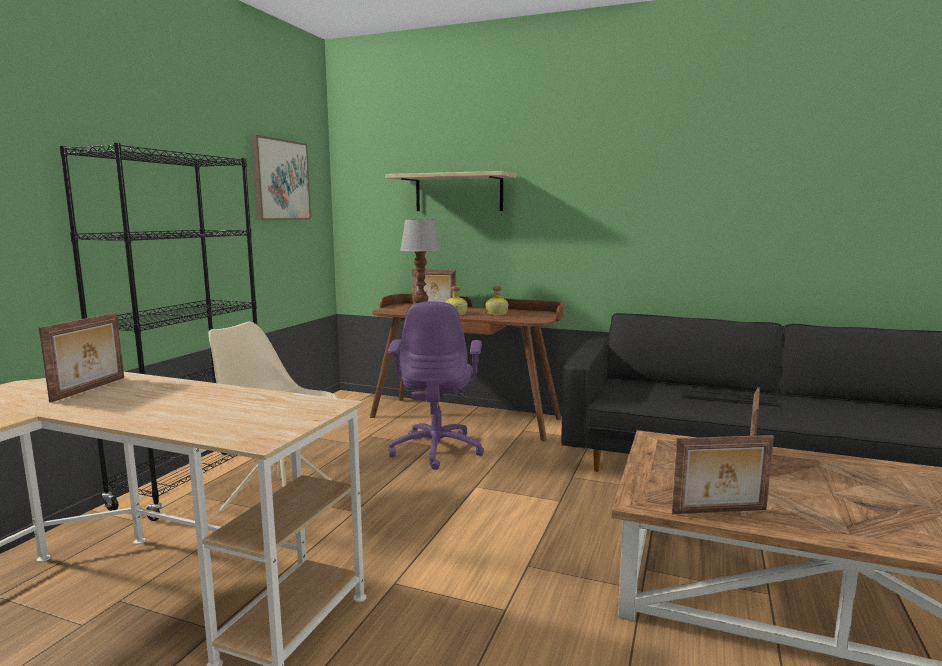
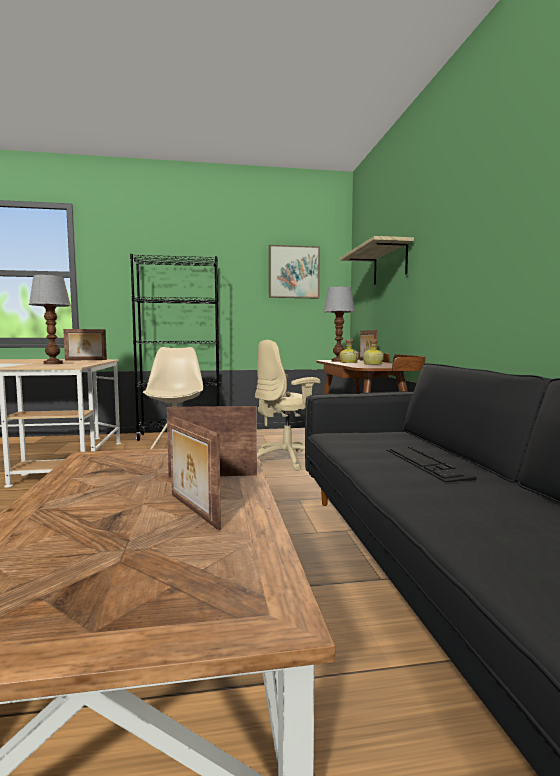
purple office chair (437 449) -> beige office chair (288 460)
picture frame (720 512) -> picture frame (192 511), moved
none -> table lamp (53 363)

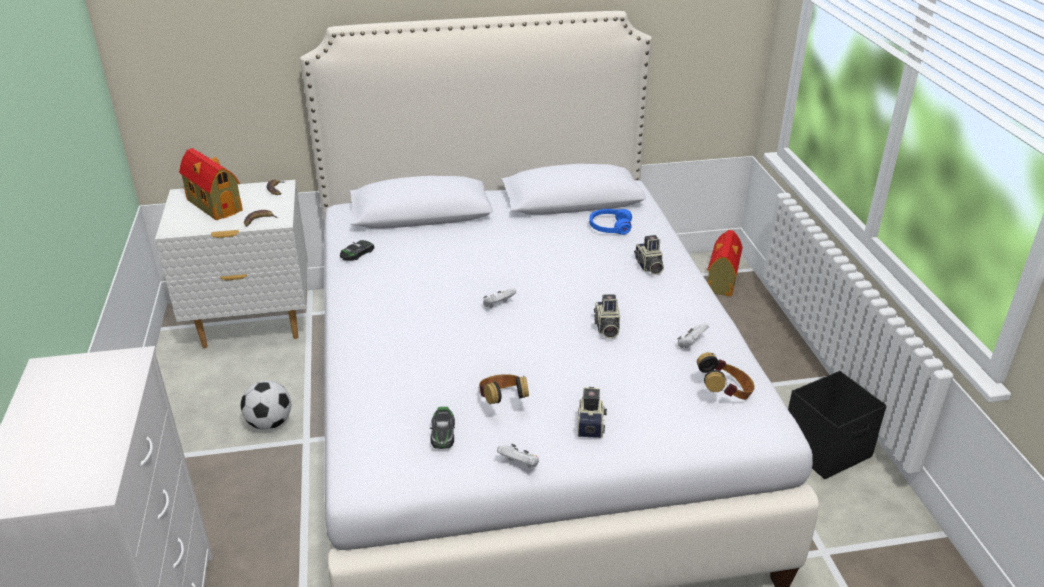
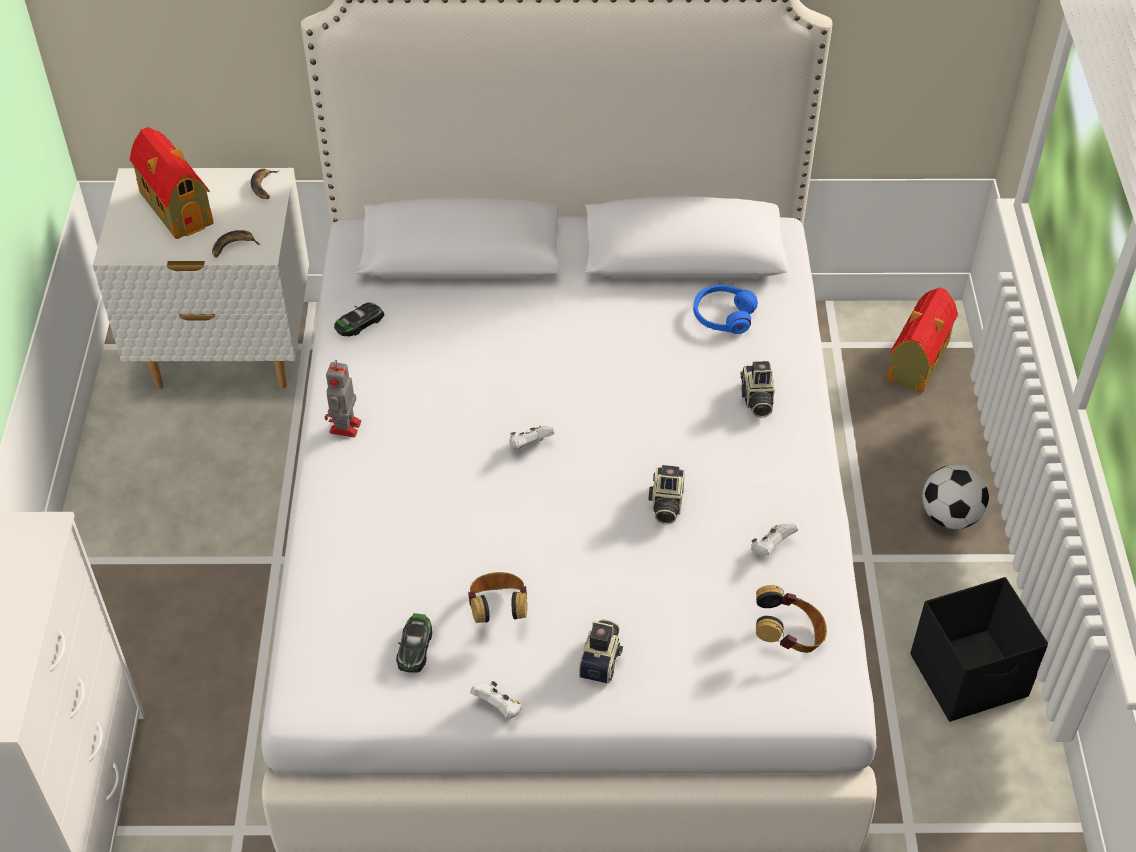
football (269 423) -> football (949 516), moved
none -> toy robot (344 428)

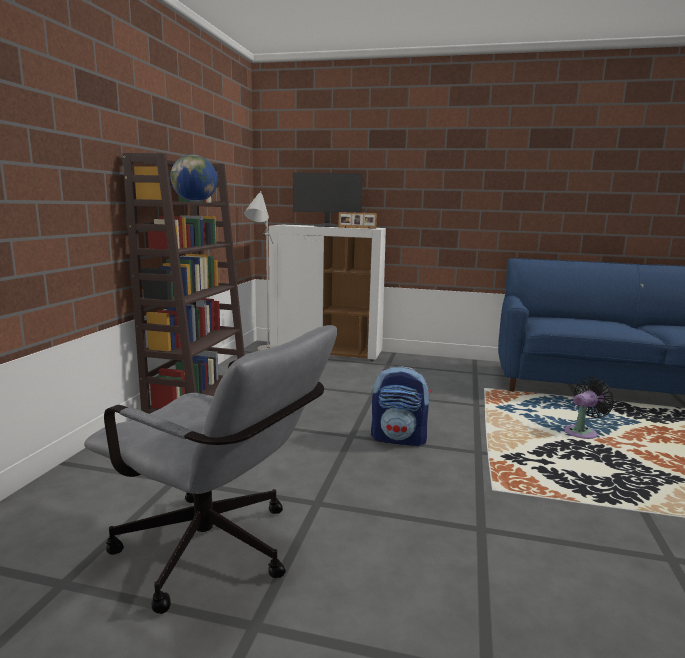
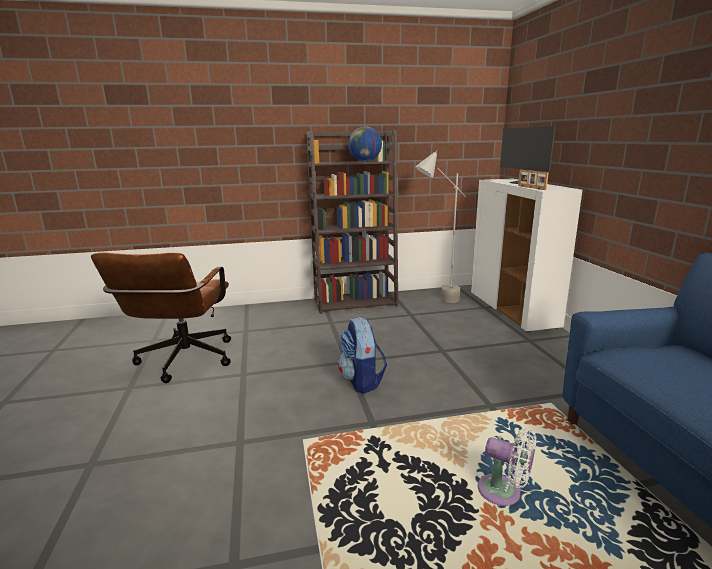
grey office chair (219 553) -> brown office chair (182 363)
black fan (583 432) -> white fan (503 493)

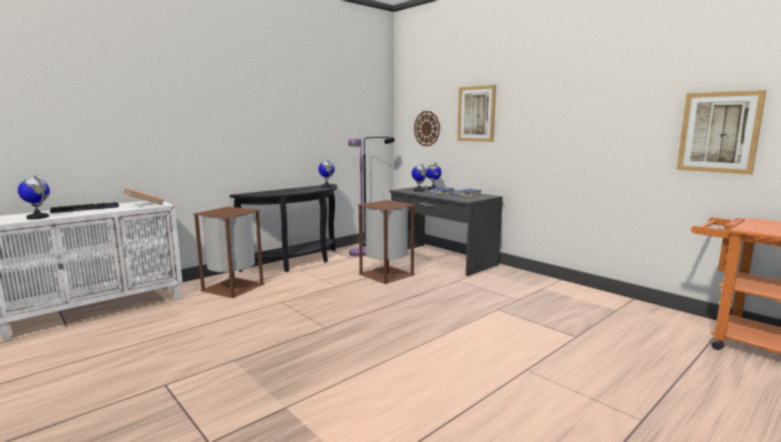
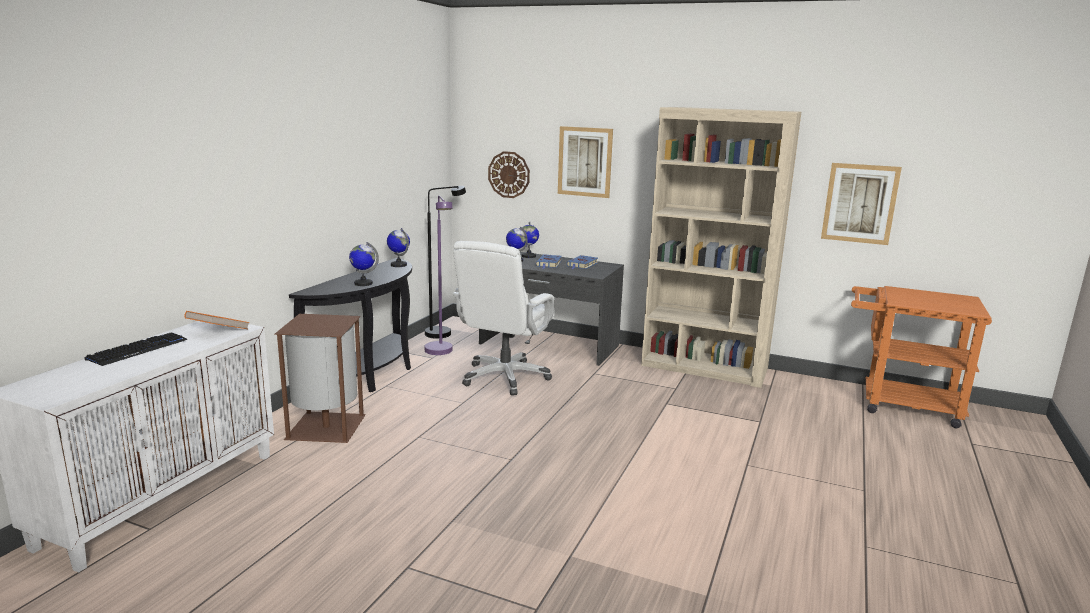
globe (38 217) -> globe (363 283), moved
brown trash can (385 274) -> white office chair (505 377)
none -> beige bookcase (704 367)

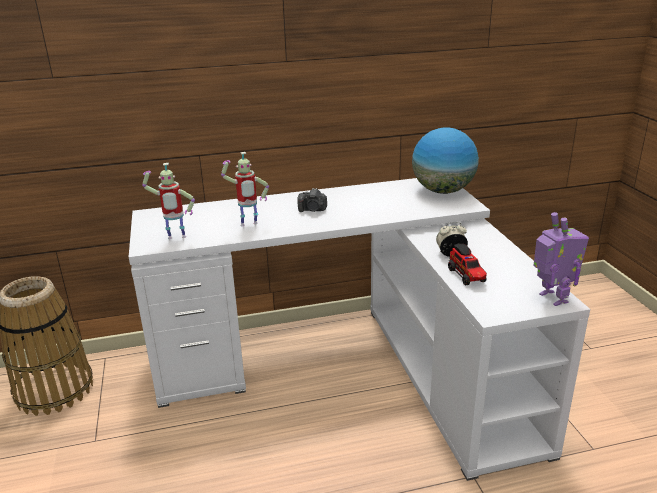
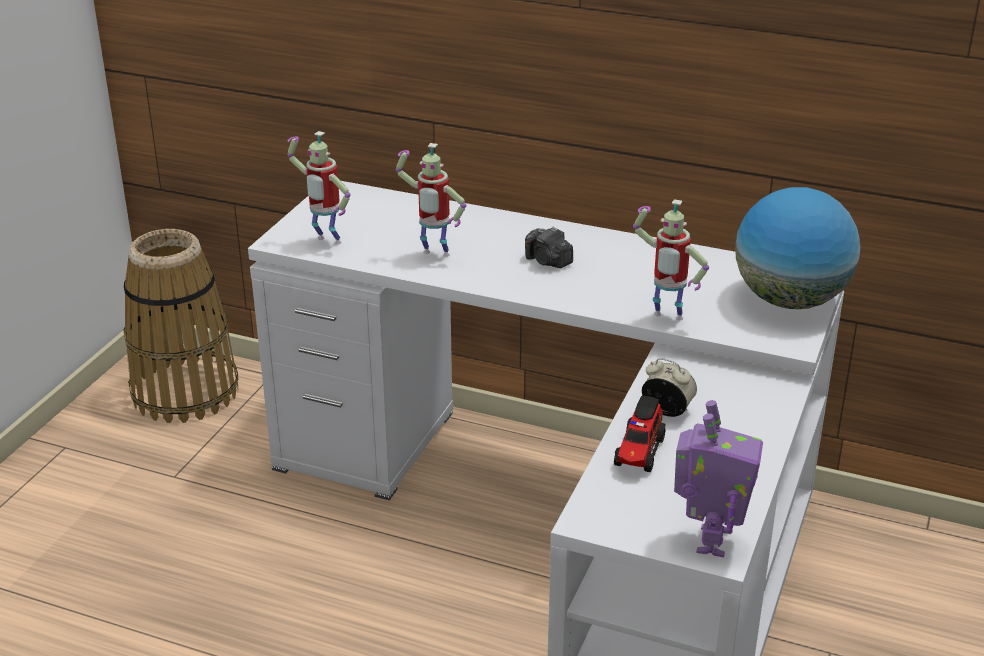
none -> toy robot (666 318)

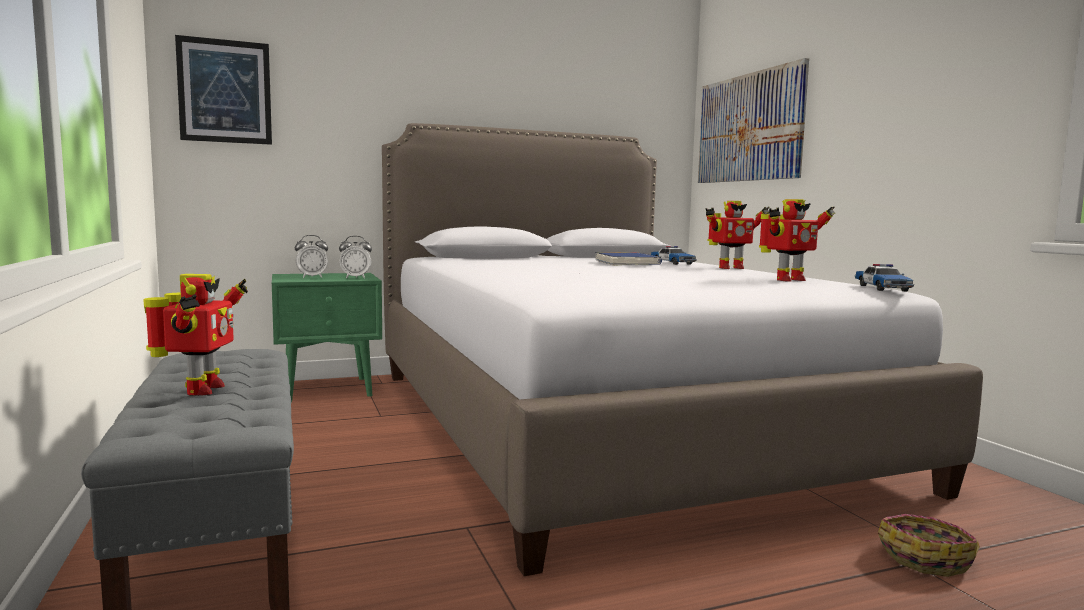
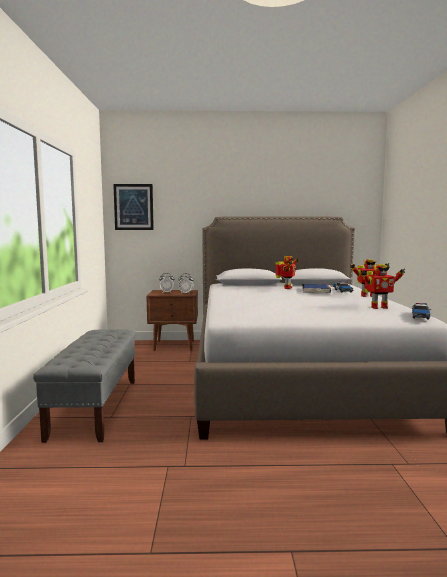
toy robot (200 390) -> toy robot (286 288), moved
green nightstand (329 389) -> brown nightstand (175 346)
picture (749 127) -> none
basket (925 557) -> none

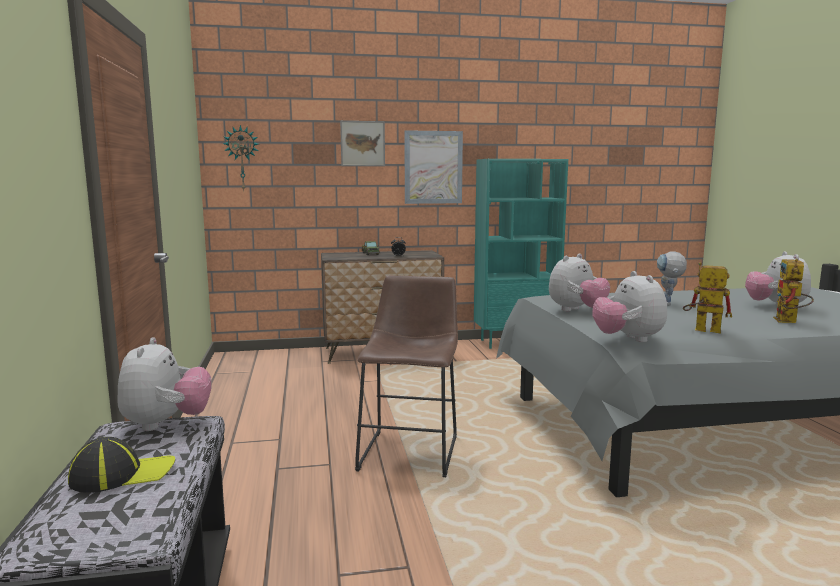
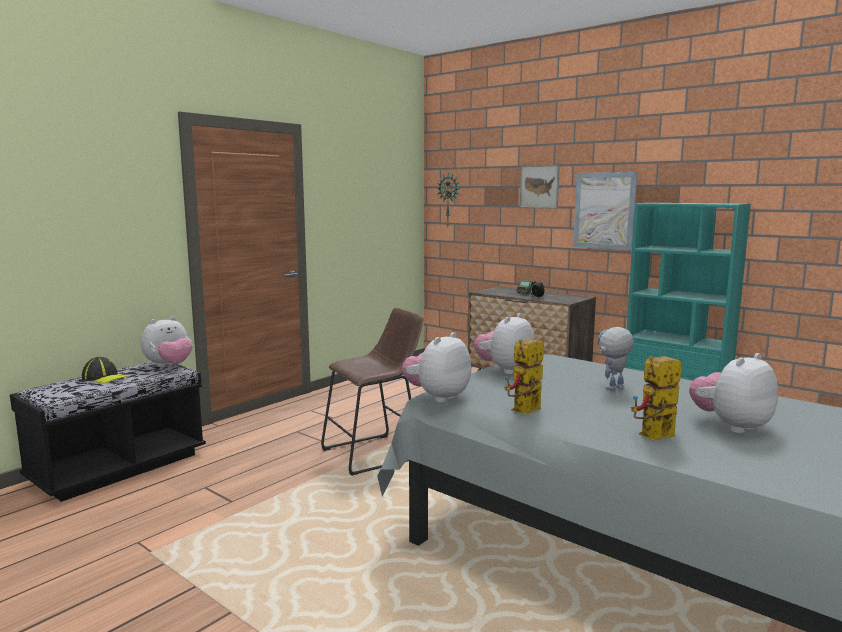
plush toy (576 311) -> plush toy (505 370), 120 degrees clockwise
toy robot (701 330) -> toy robot (524 412), 120 degrees counterclockwise

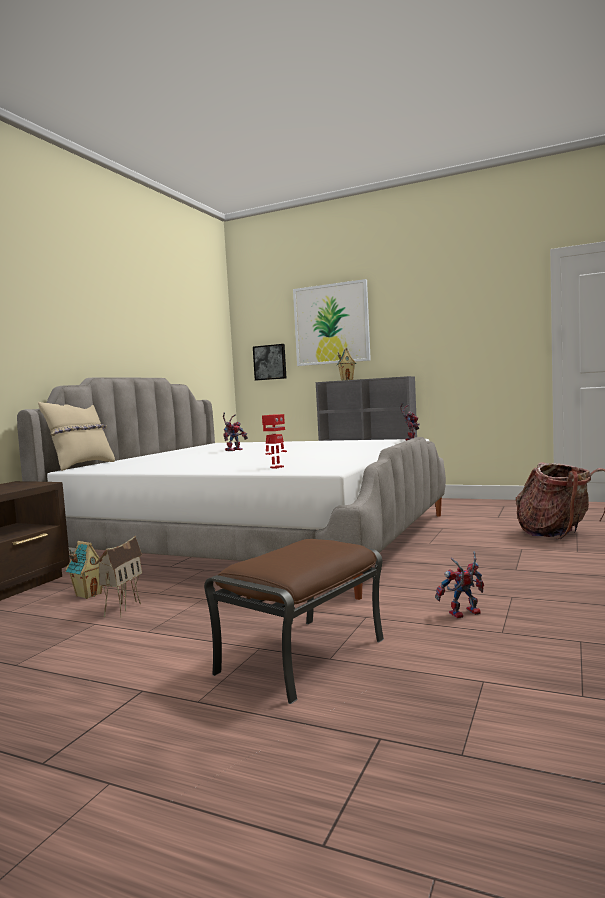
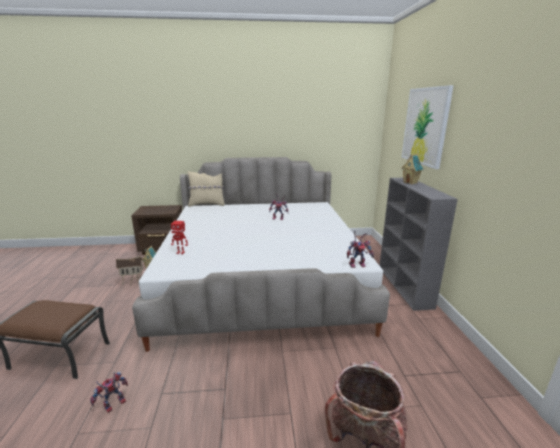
picture (270 362) -> none
toy robot (463 614) -> toy robot (113 406), 90 degrees counterclockwise

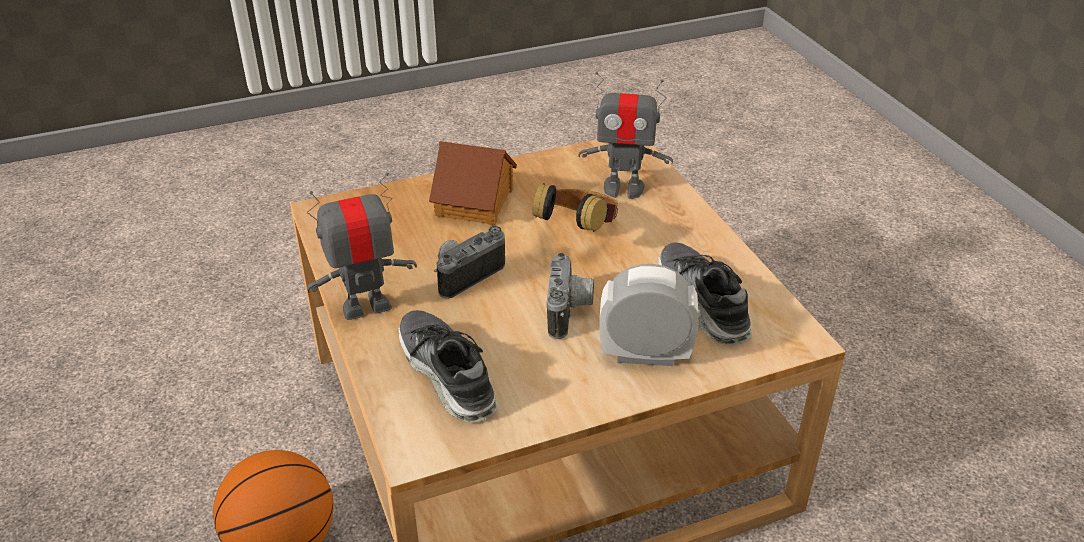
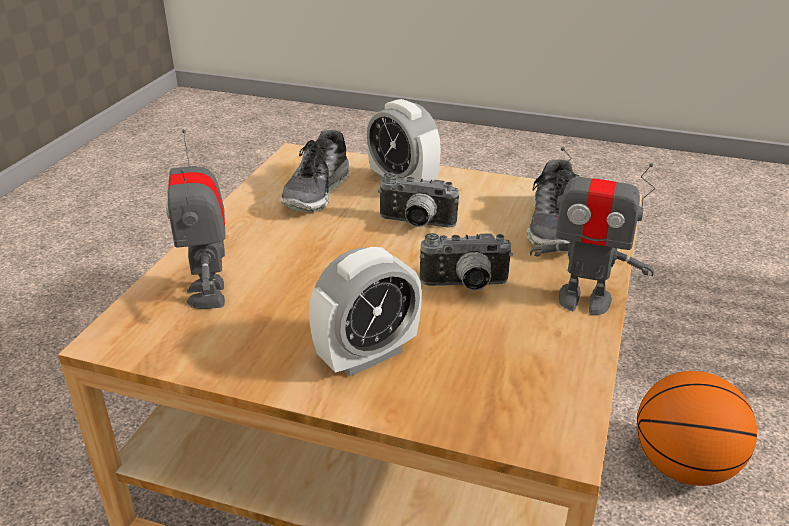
toy house (476 202) -> alarm clock (367 355)
headphones (578 232) -> none
photo camera (570 312) -> photo camera (416 224), 120 degrees counterclockwise
toy robot (623 188) -> toy robot (209 294), 150 degrees counterclockwise

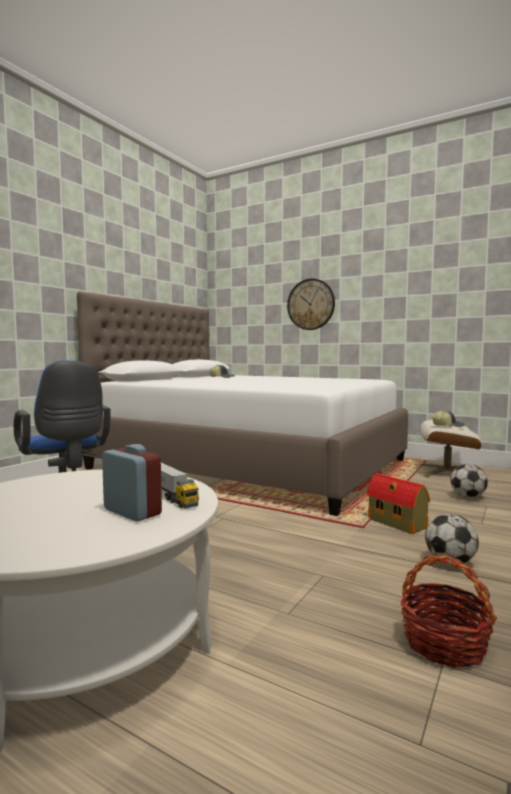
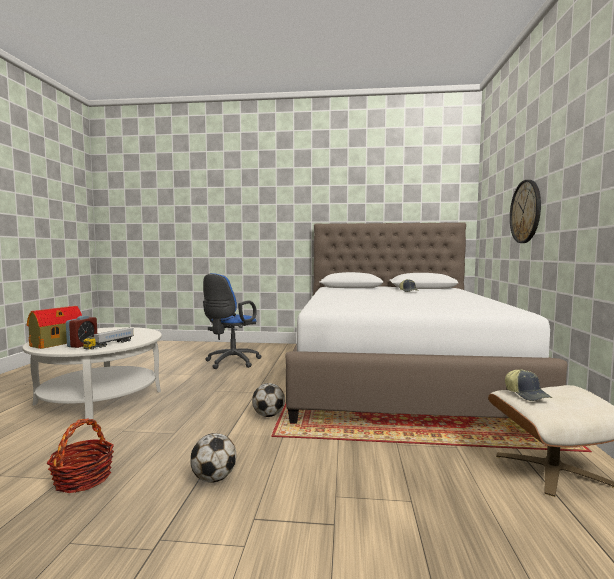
toy house (398 524) -> toy house (55 343), moved
football (468 497) -> football (268 415), moved

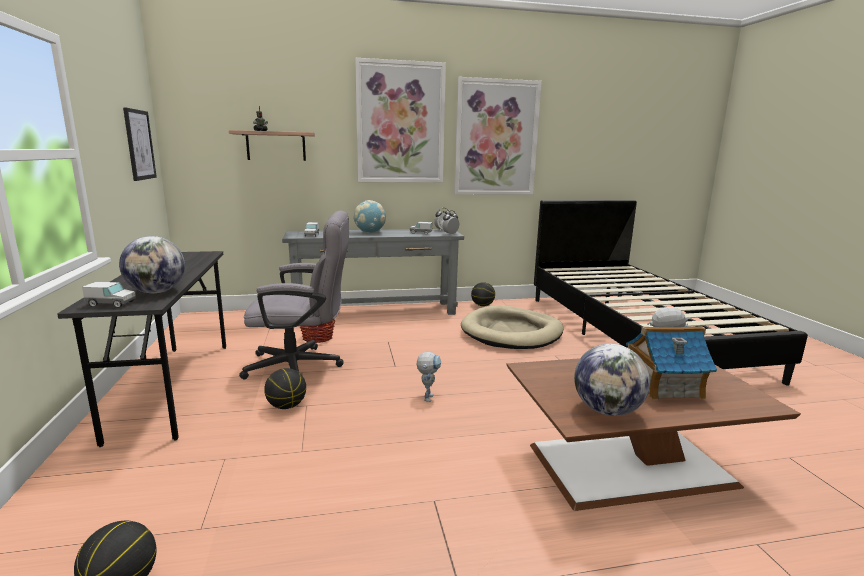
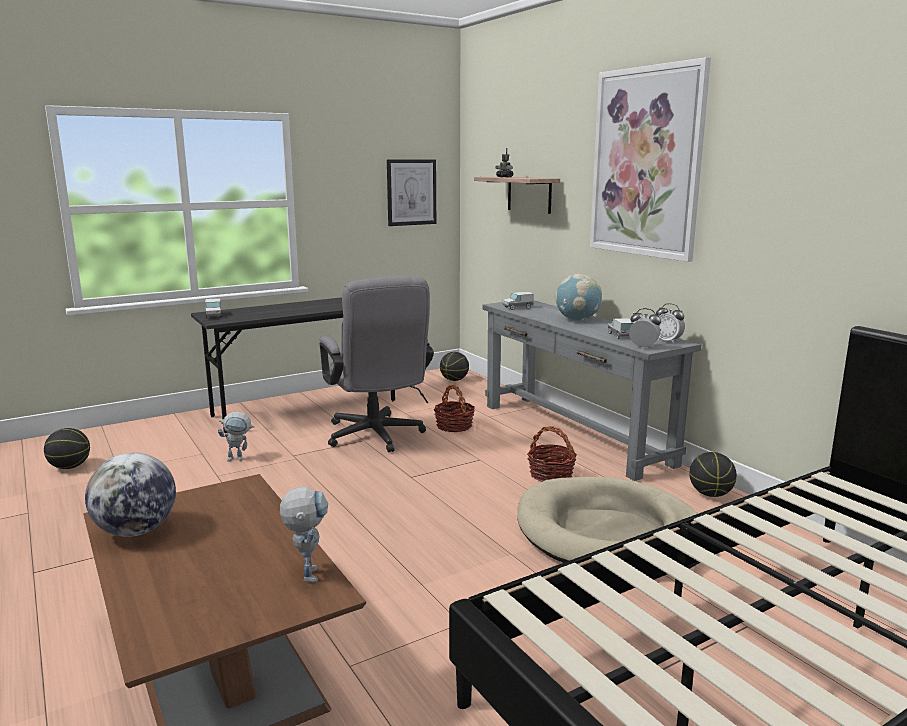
globe (157 292) -> none
basketball (287 406) -> basketball (454 380), moved
toy robot (428 396) -> toy robot (239 458), moved
picture (496 138) -> none
toy house (663 386) -> none
none -> basket (551 475)

